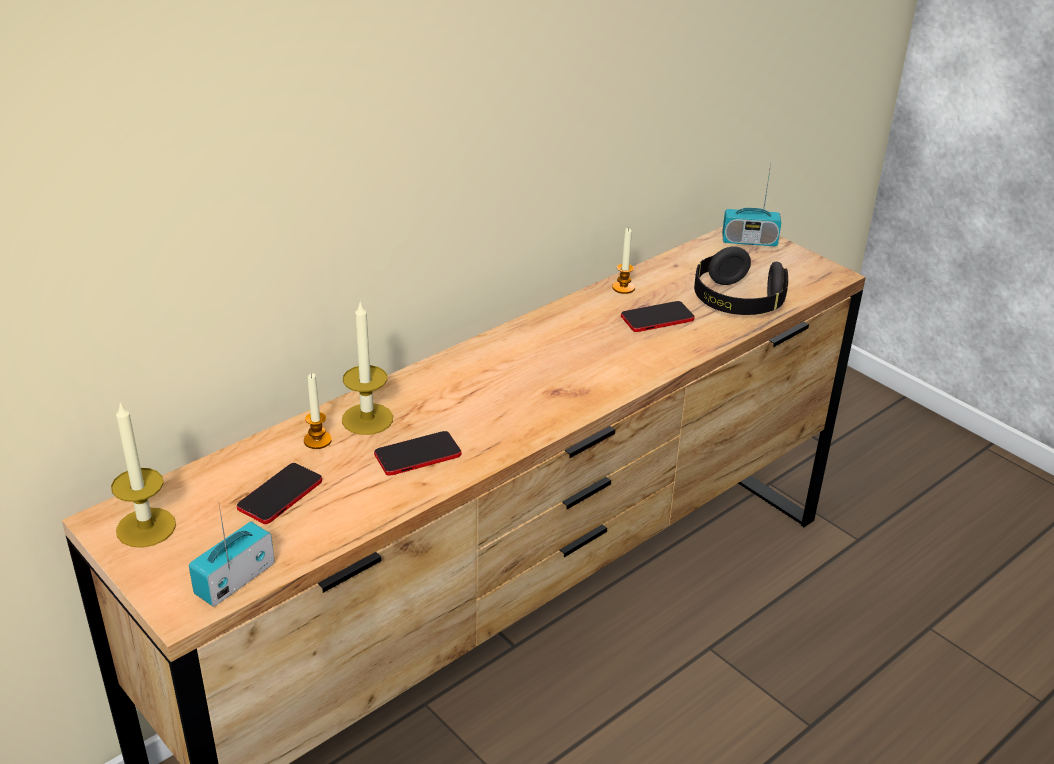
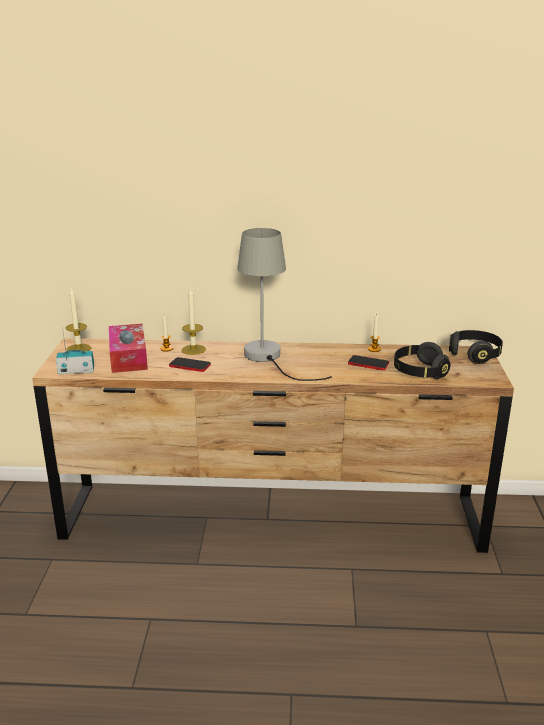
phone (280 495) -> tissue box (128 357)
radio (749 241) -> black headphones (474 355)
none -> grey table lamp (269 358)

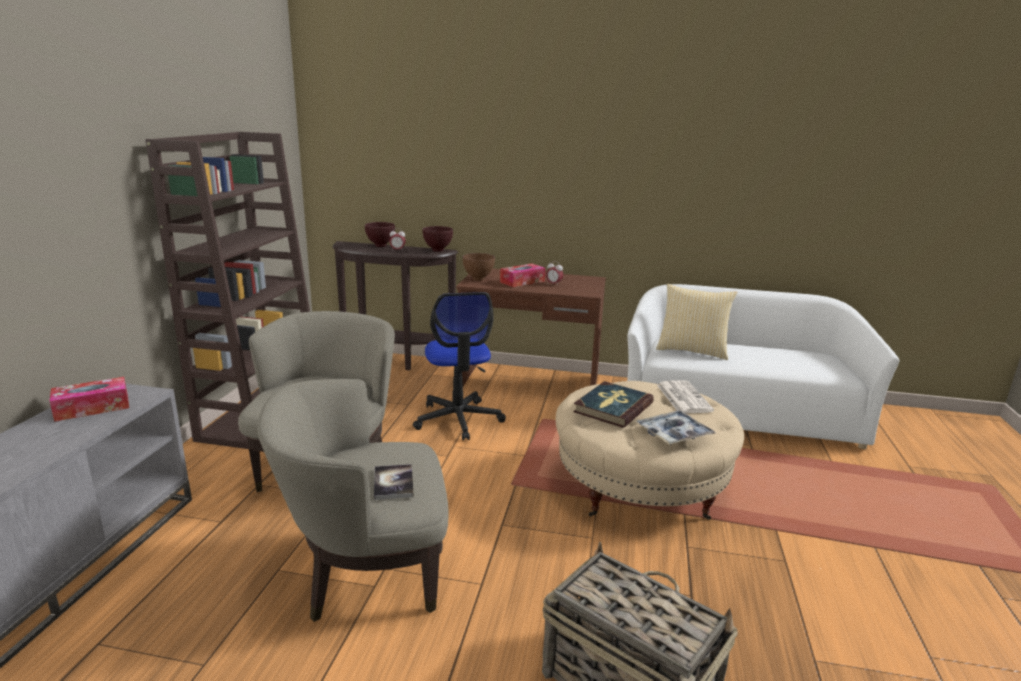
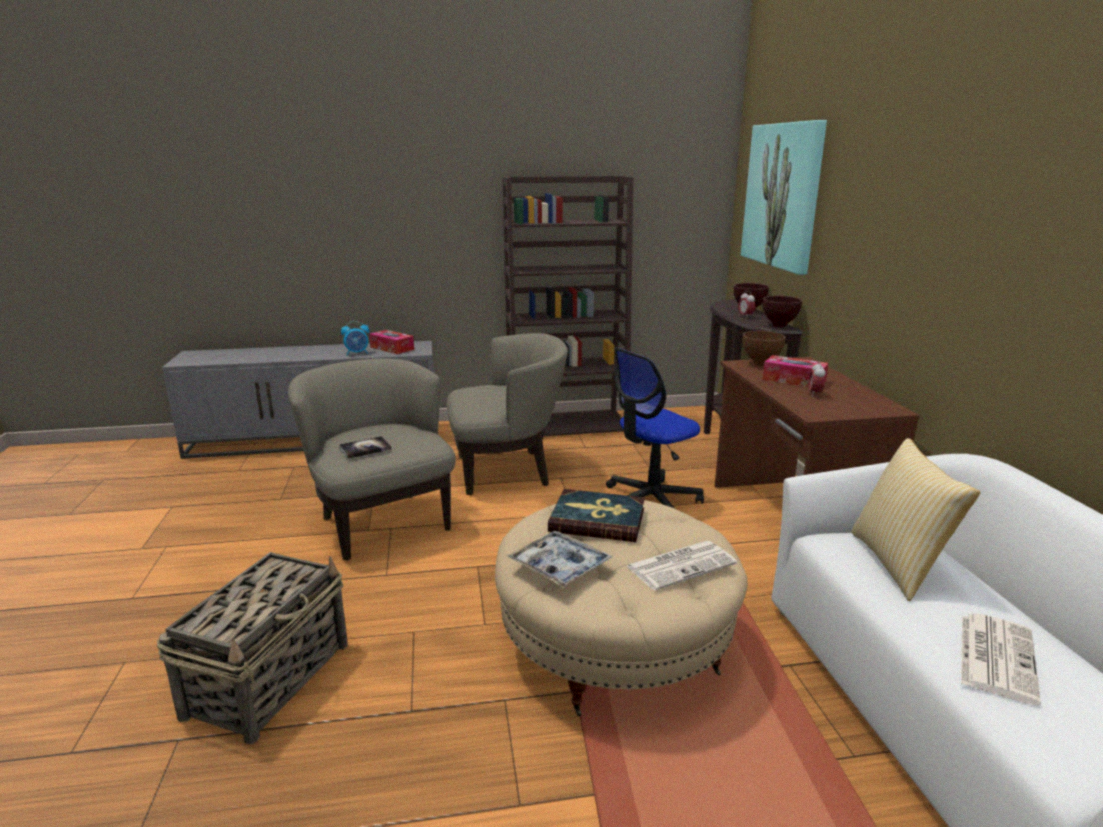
none -> alarm clock (357 353)
none -> picture (783 196)
none -> newspaper (995 656)

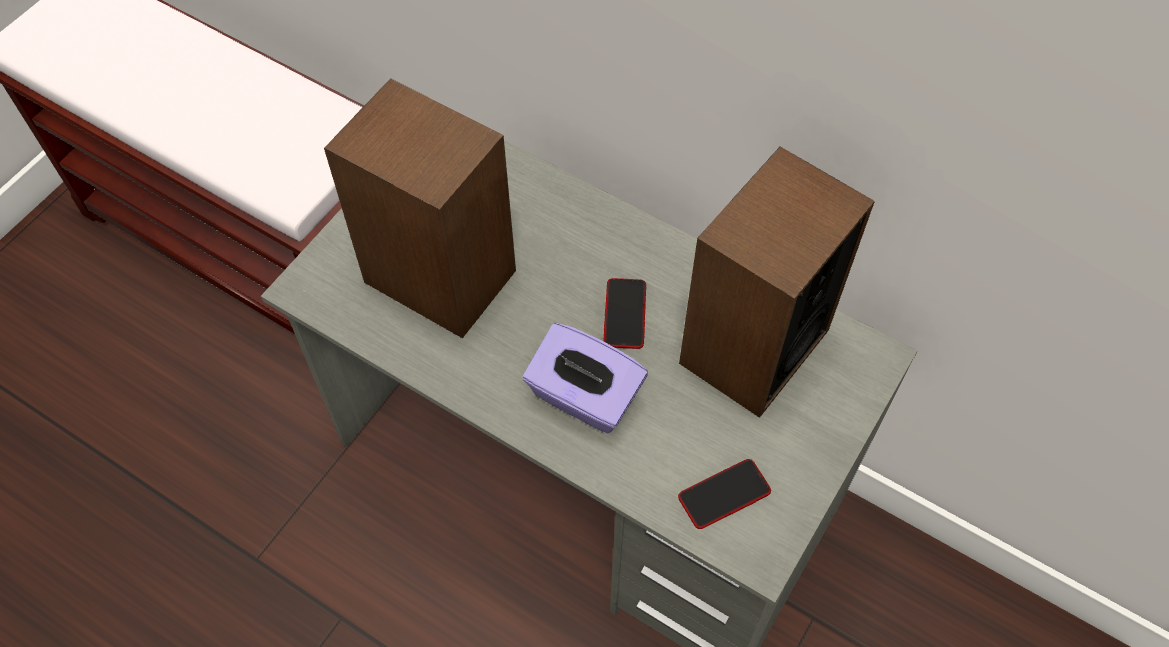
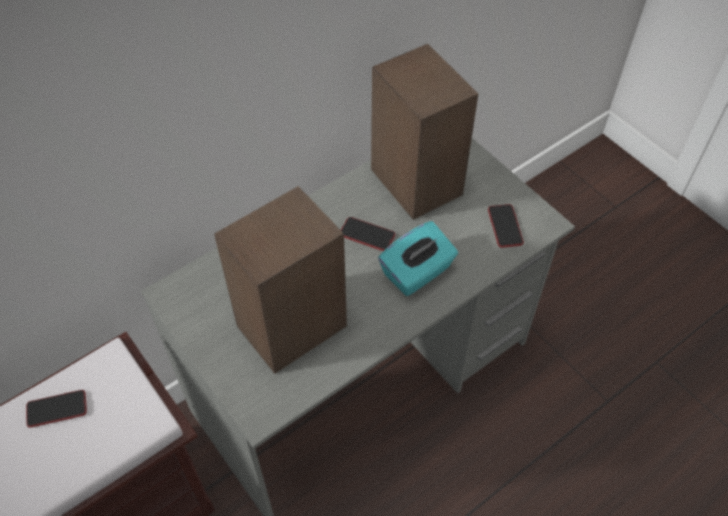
purple tissue box (584 397) -> turquoise tissue box (417 273)
none -> phone (57 409)

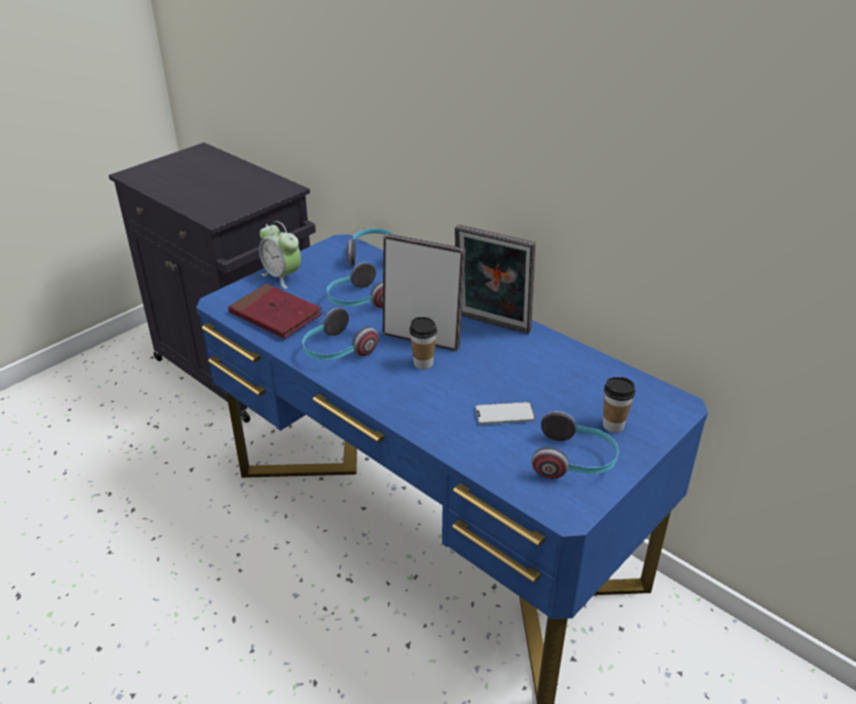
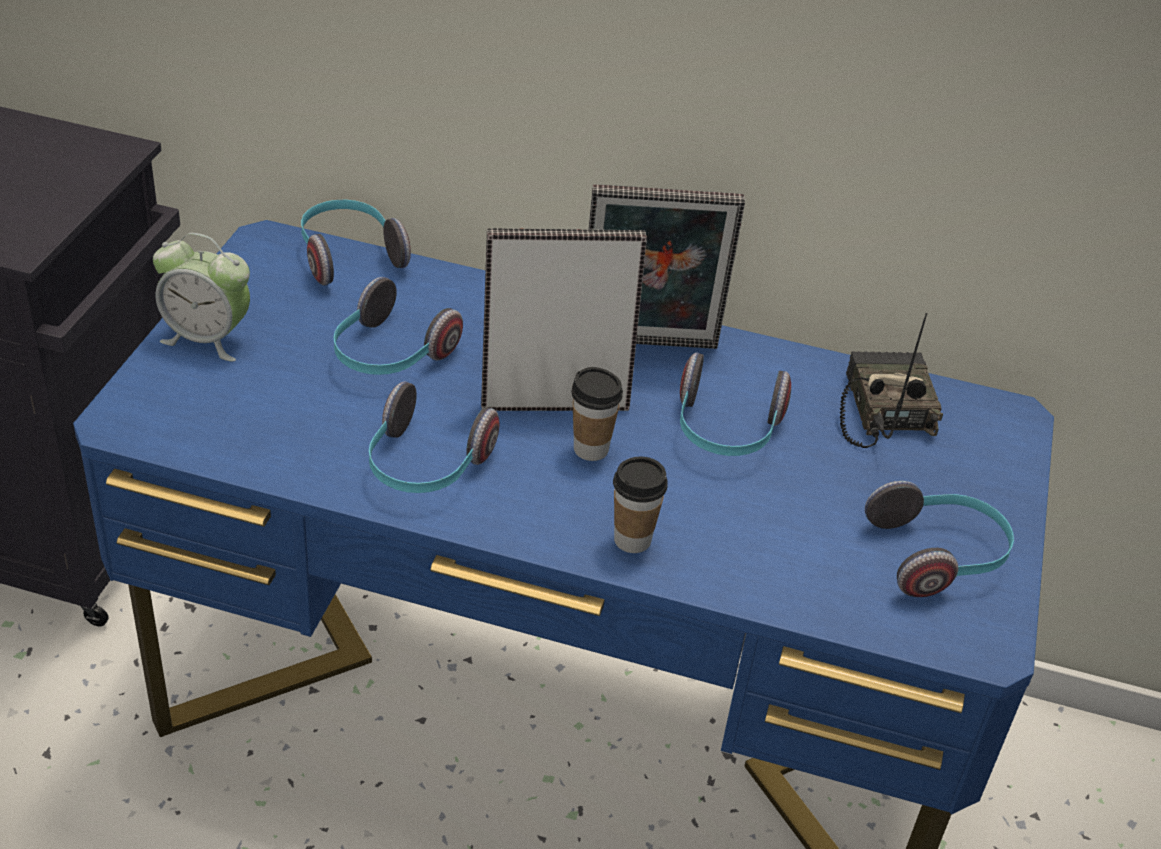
red book (275 315) -> none
phone (504 414) -> none
cup (613 425) -> cup (632 540), moved
none -> headphones (725 431)
none -> radio (882 409)

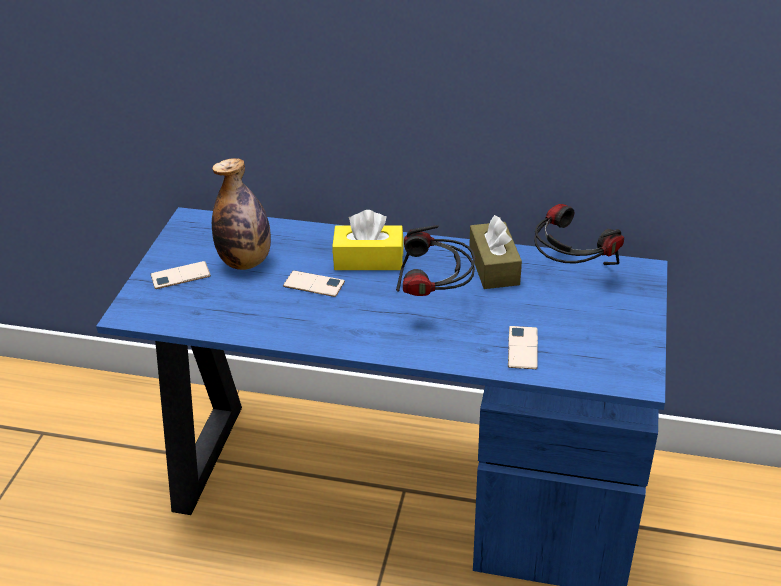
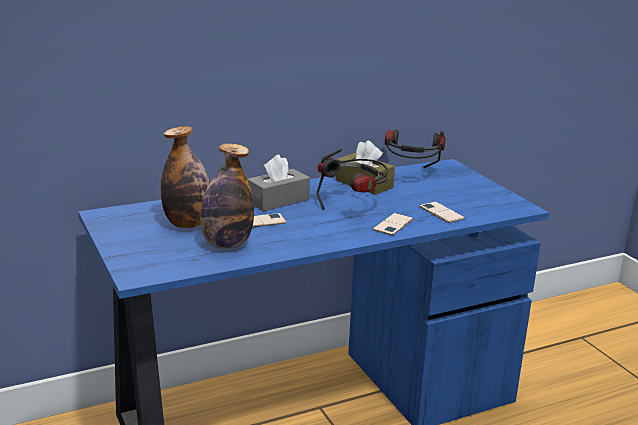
phone (180 276) -> phone (393 225), moved
yellow tissue box (368 259) -> grey tissue box (278 200)
none -> bottle (226 244)

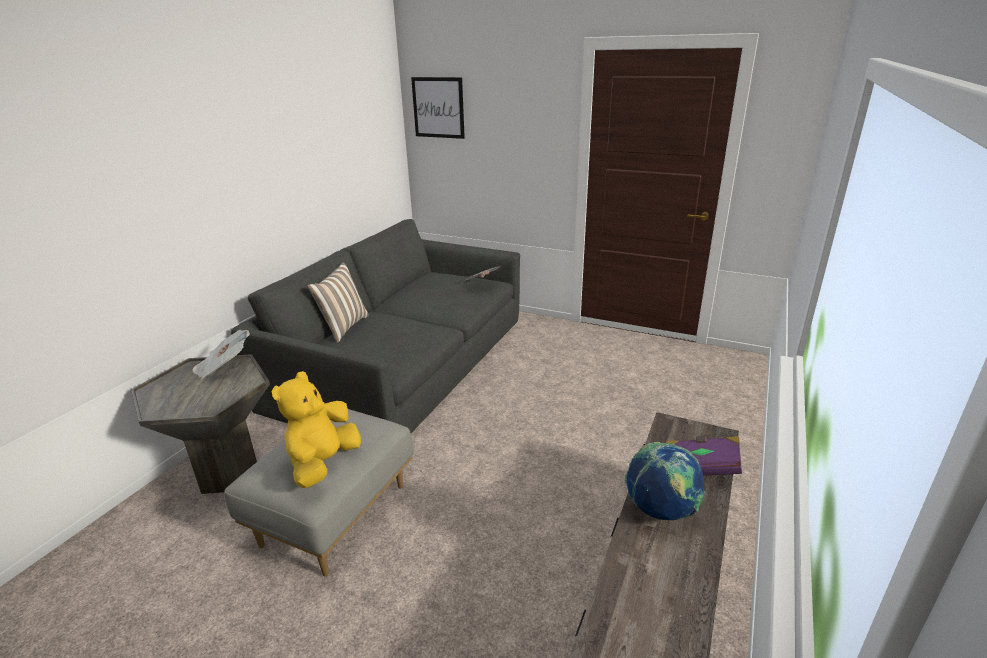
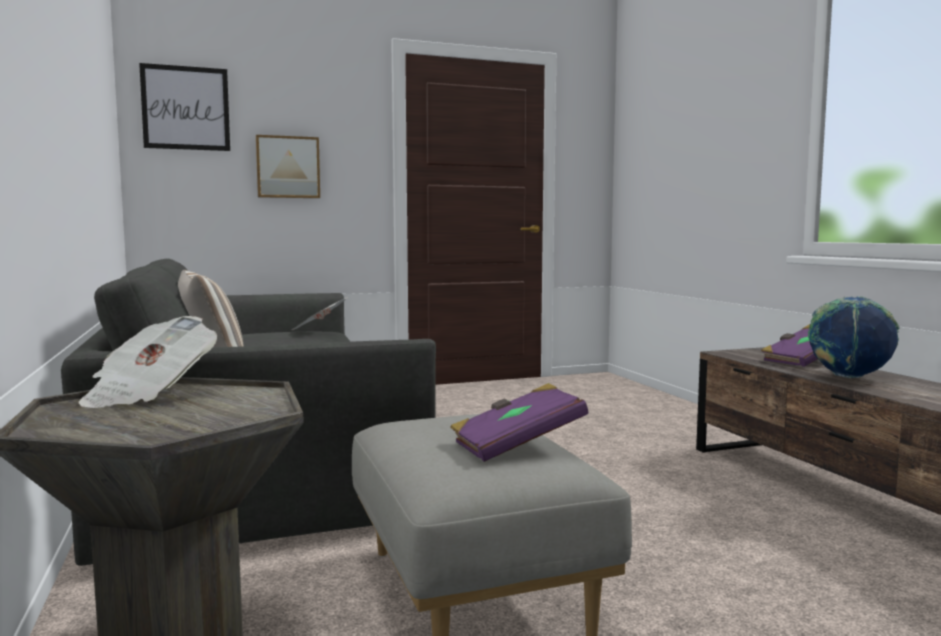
yellow plush toy (323 463) -> purple book (516 446)
none -> picture (288 167)

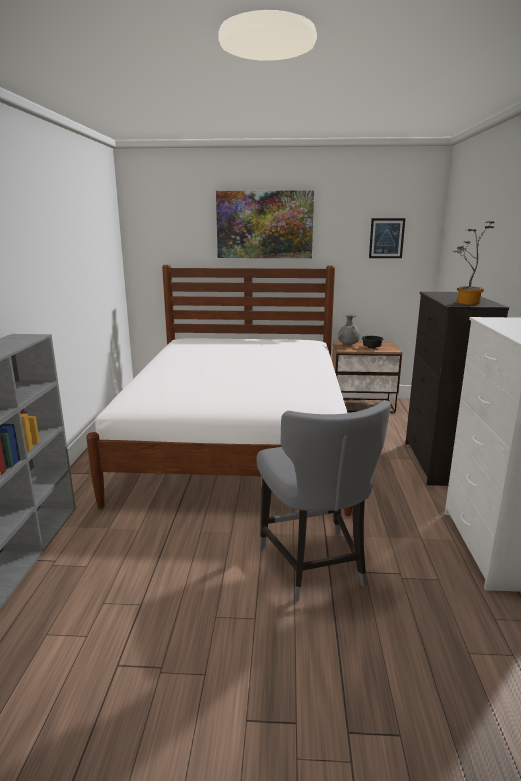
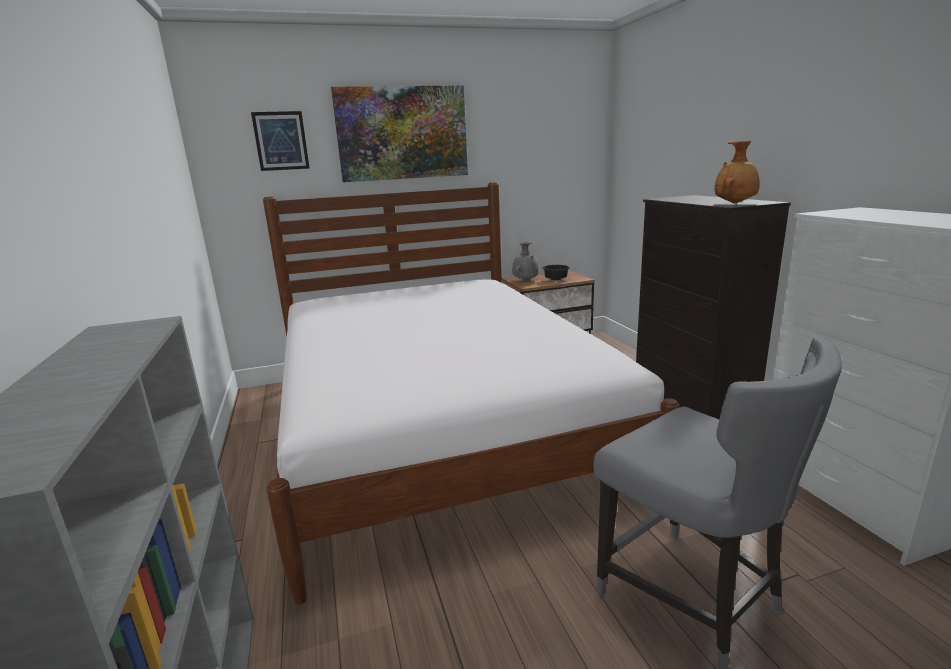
picture (386 238) -> picture (281 141), moved
potted plant (465 303) -> brown vase (735 203)

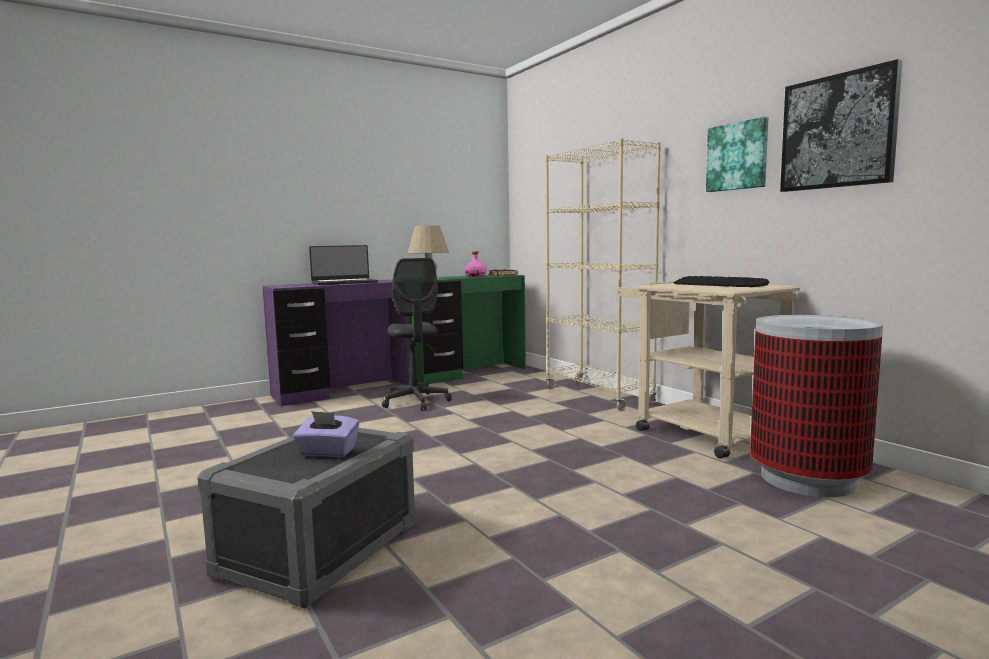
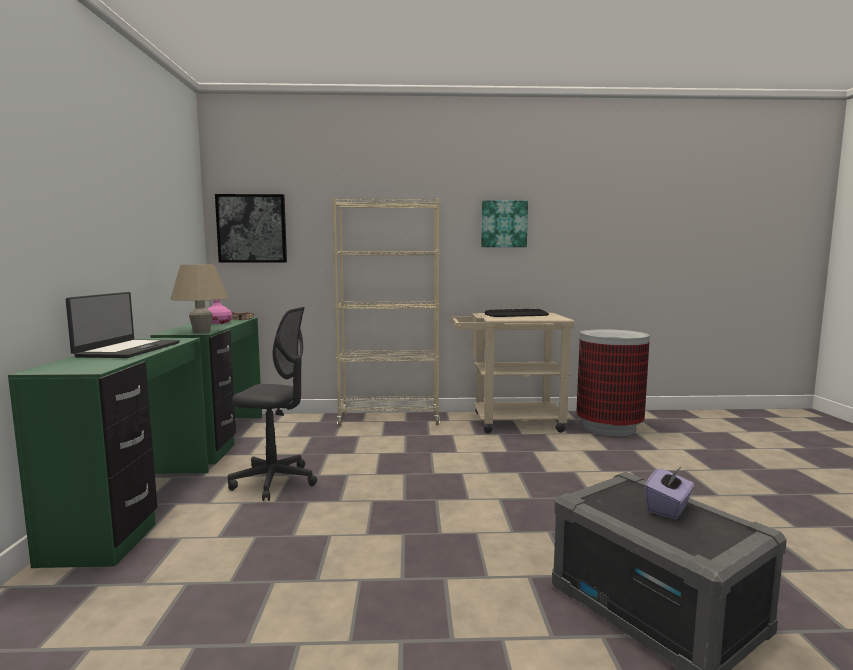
purple desk (342 391) -> green desk (138 511)
picture (838 131) -> picture (252 229), moved

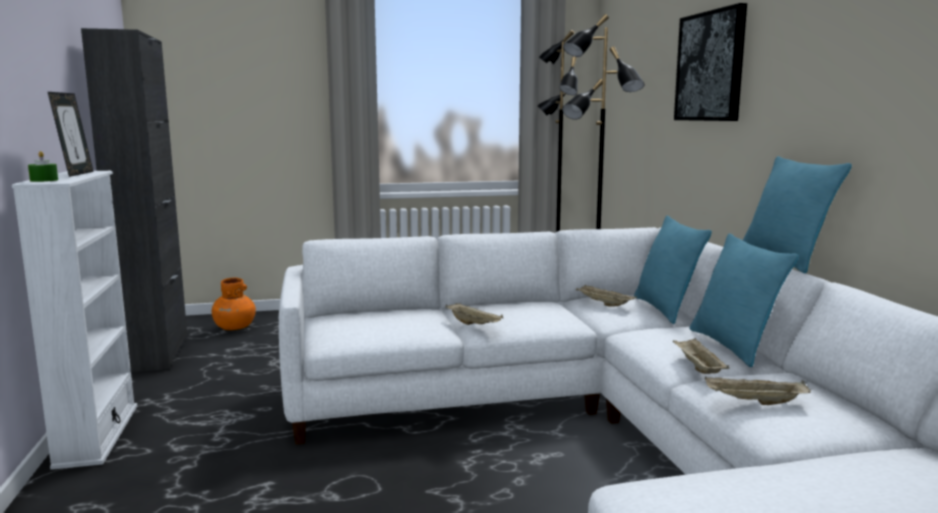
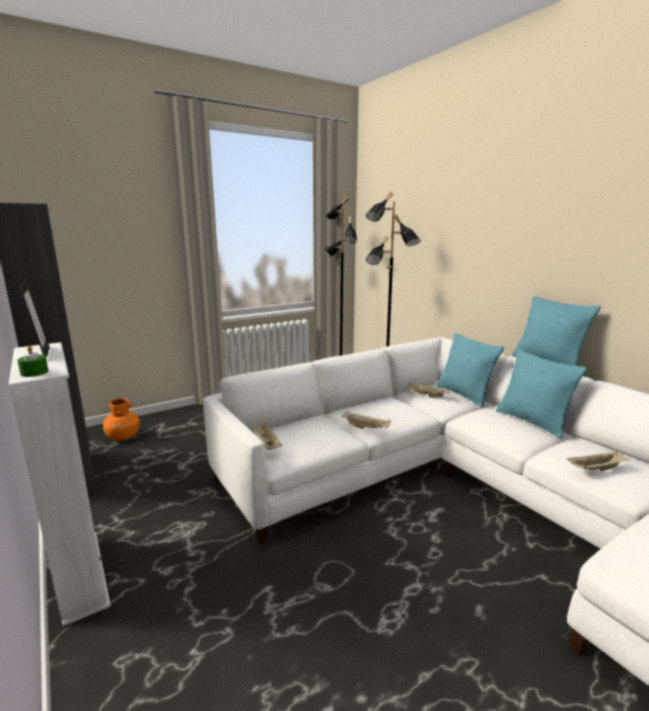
beige tray (697 367) -> beige tray (266 443), moved
picture (710 66) -> none

